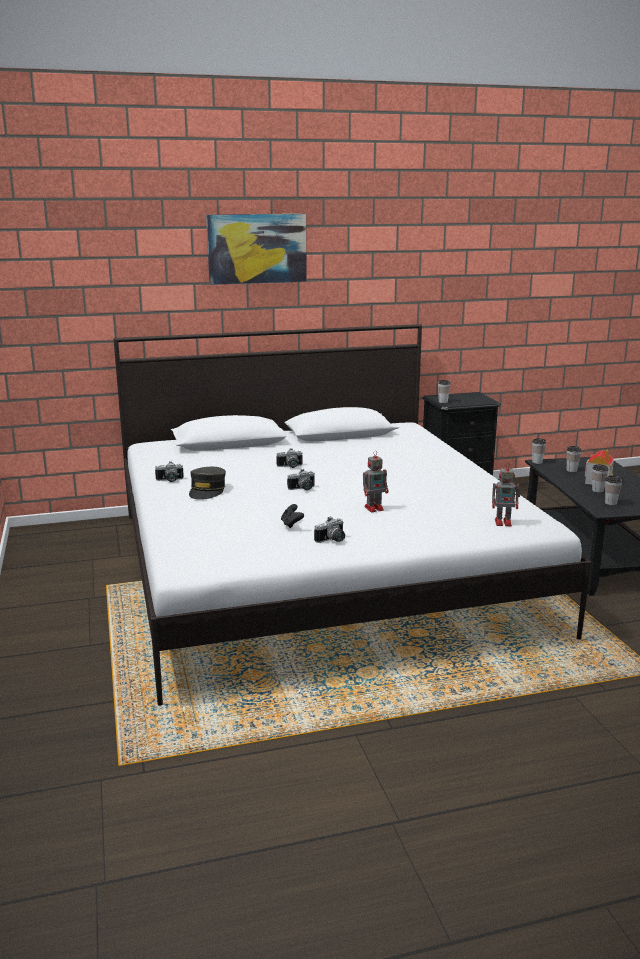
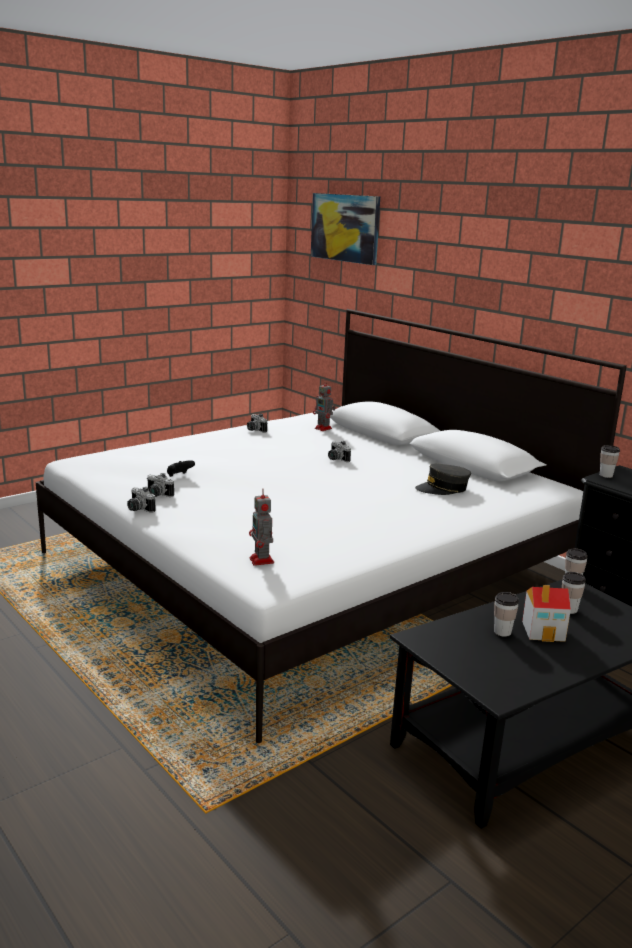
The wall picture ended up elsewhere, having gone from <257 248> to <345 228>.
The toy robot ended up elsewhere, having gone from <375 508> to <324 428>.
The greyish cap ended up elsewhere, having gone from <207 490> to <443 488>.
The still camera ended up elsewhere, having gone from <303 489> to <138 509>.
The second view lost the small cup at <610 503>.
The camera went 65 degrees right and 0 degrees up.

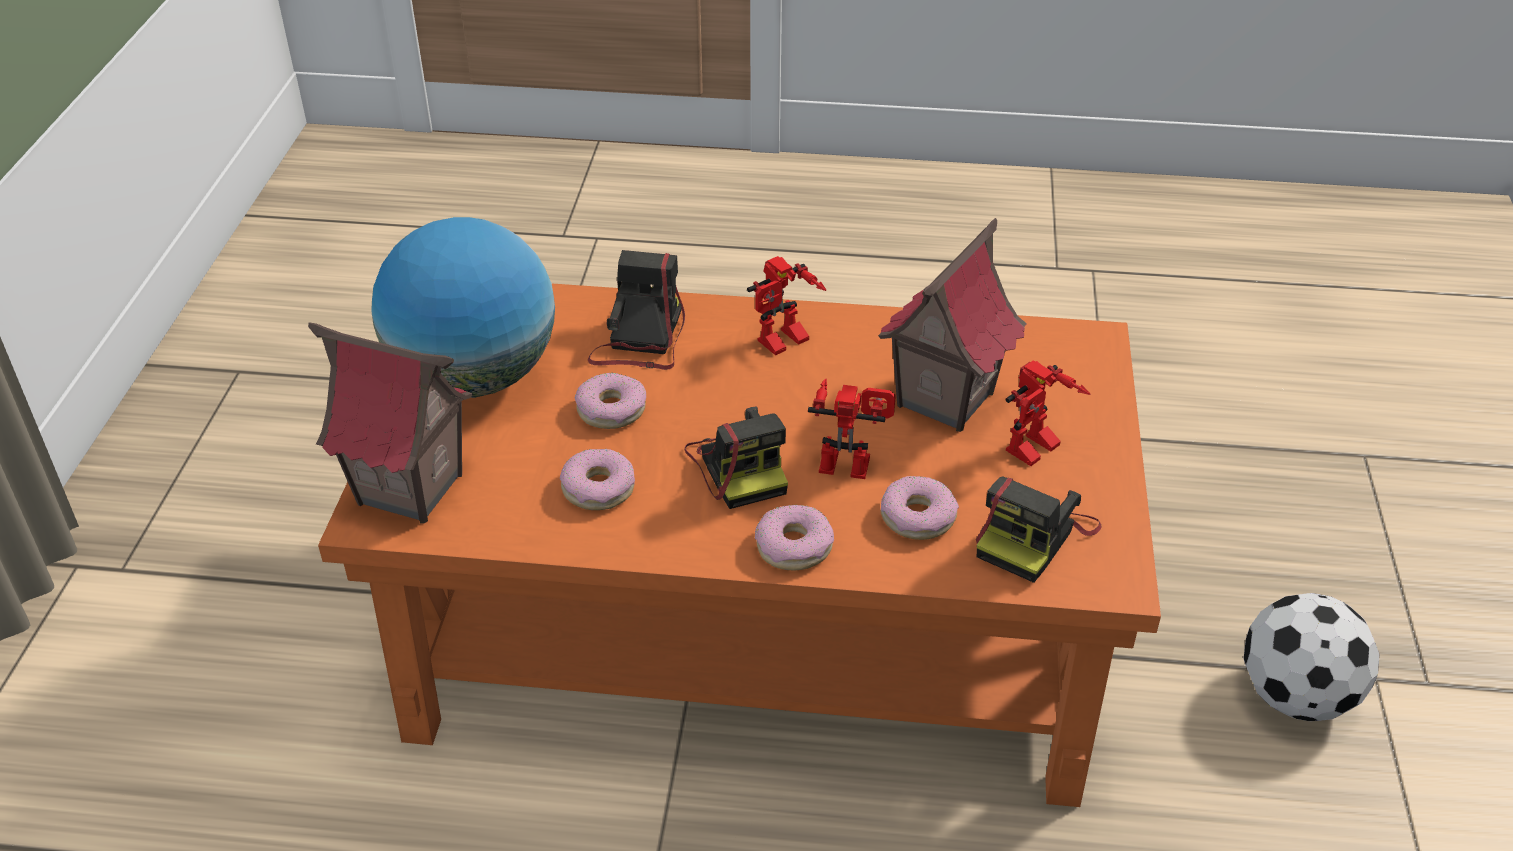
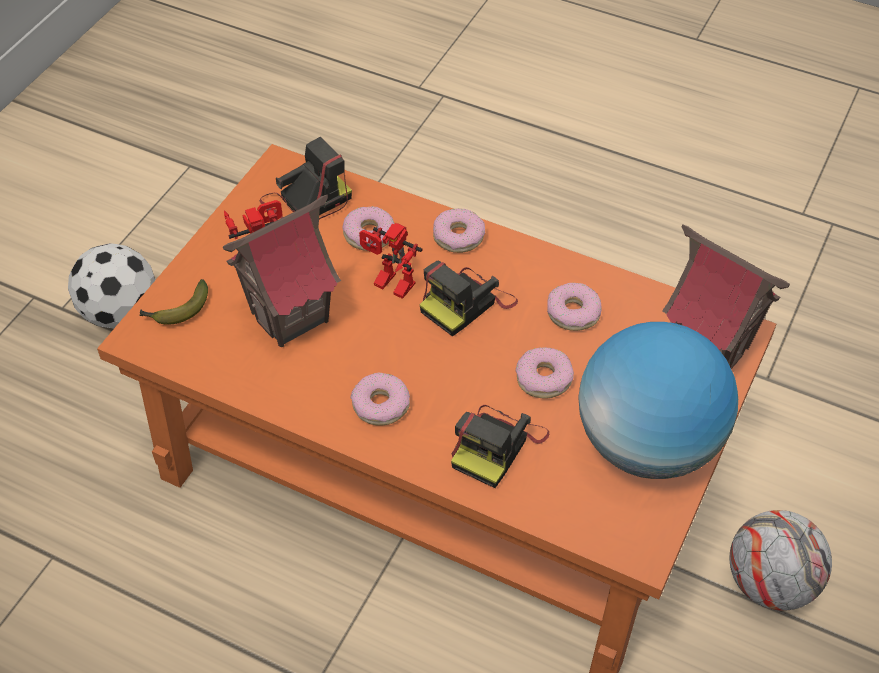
Where the toy robot stood at <784 344>, the doughnut came to stand at <381 405>.
The still camera at <740 466> ended up facing another way, 135 degrees counterclockwise from before.
The second view gained the banana at <177 311>.
The second view gained the football ball at <770 583>.
The camera went 160 degrees left and 10 degrees up.

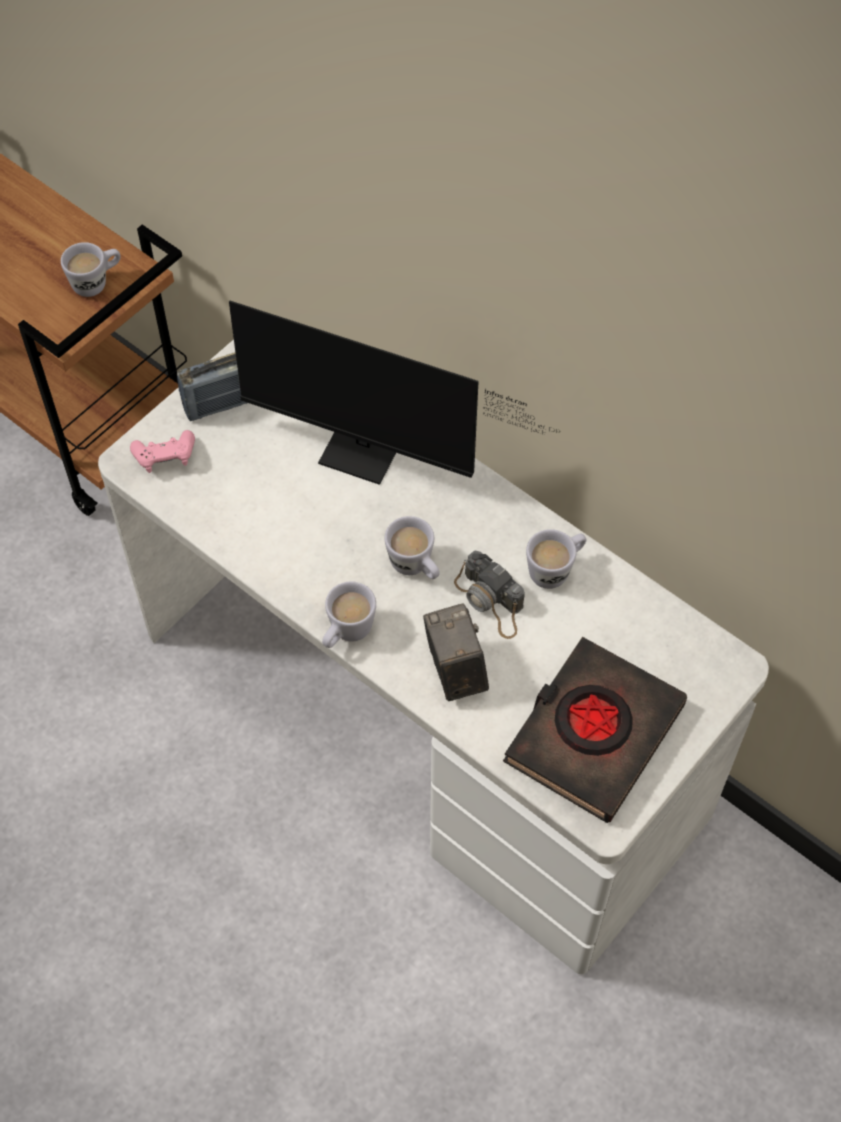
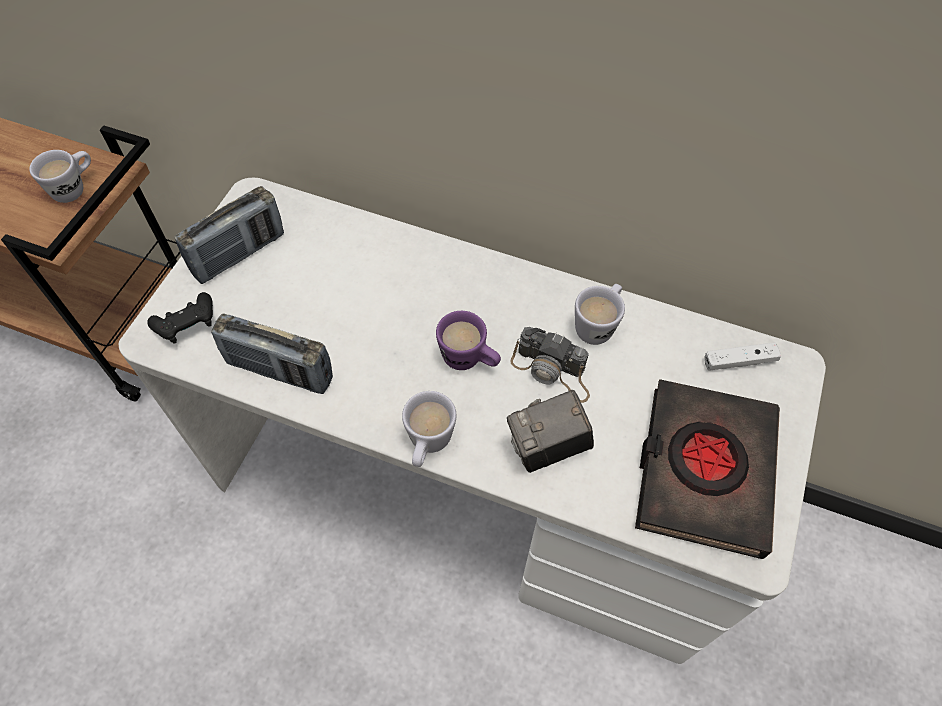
The second view lost the computer display at <372 455>.
What was the pink-coloured game controller at <165 458> turned into the black game controller at <188 326>.
What was the whitish coffee mug at <415 567> turned into the purple-coloured coffee mug at <469 360>.
The still camera at <455 669> ended up facing another way, 75 degrees counterclockwise from before.
The second view gained the radio receiver at <280 371>.
The second view gained the whitish game controller at <739 361>.
The camera went 20 degrees left and 0 degrees up.

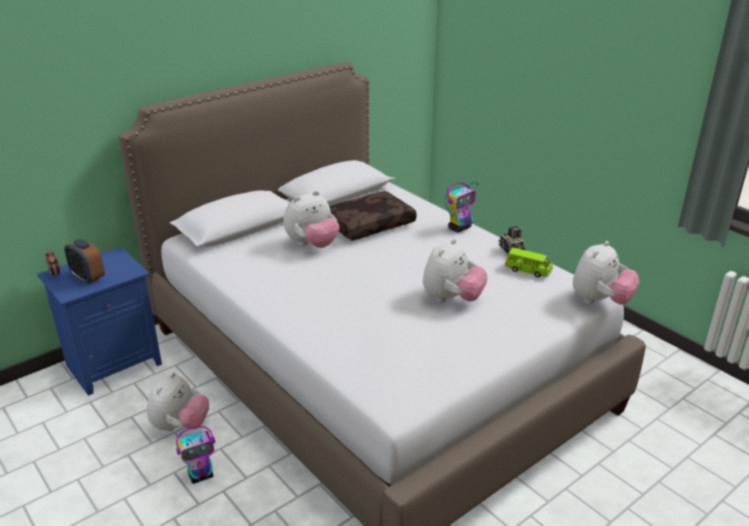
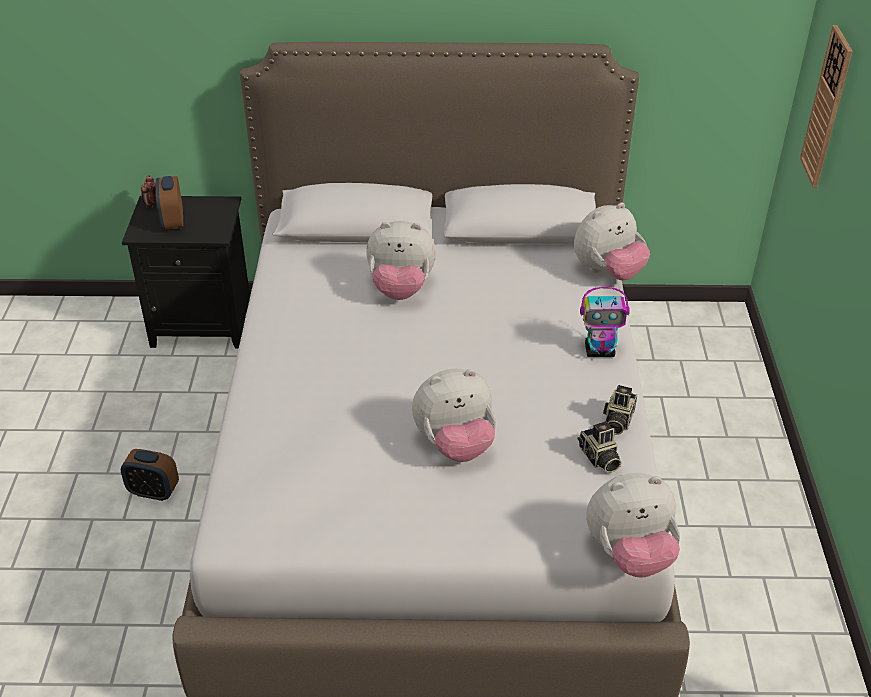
The second view lost the brownish cushion at <369 224>.
What was the bluish bedside table at <114 363> turned into the black bedside table at <203 324>.
Where the green model car stood at <528 270>, the still camera came to stand at <598 458>.
The soft toy ended up elsewhere, having gone from <180 426> to <608 272>.
Where the toy robot stood at <201 475>, the bedside clock came to stand at <153 492>.
The second view gained the clock on the wall at <827 108>.
The camera went 40 degrees right and 10 degrees up.

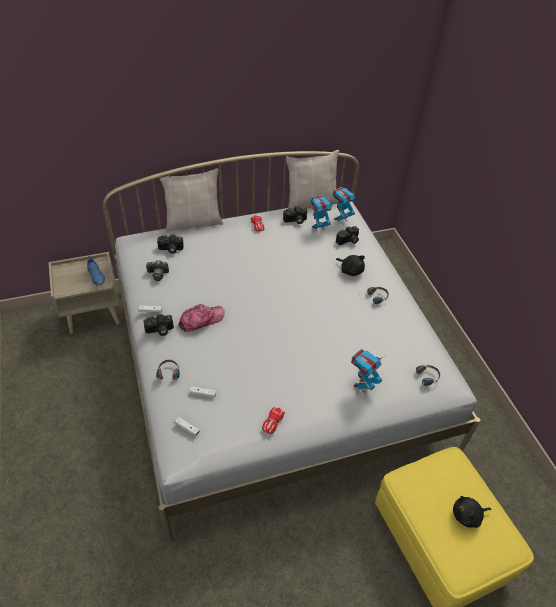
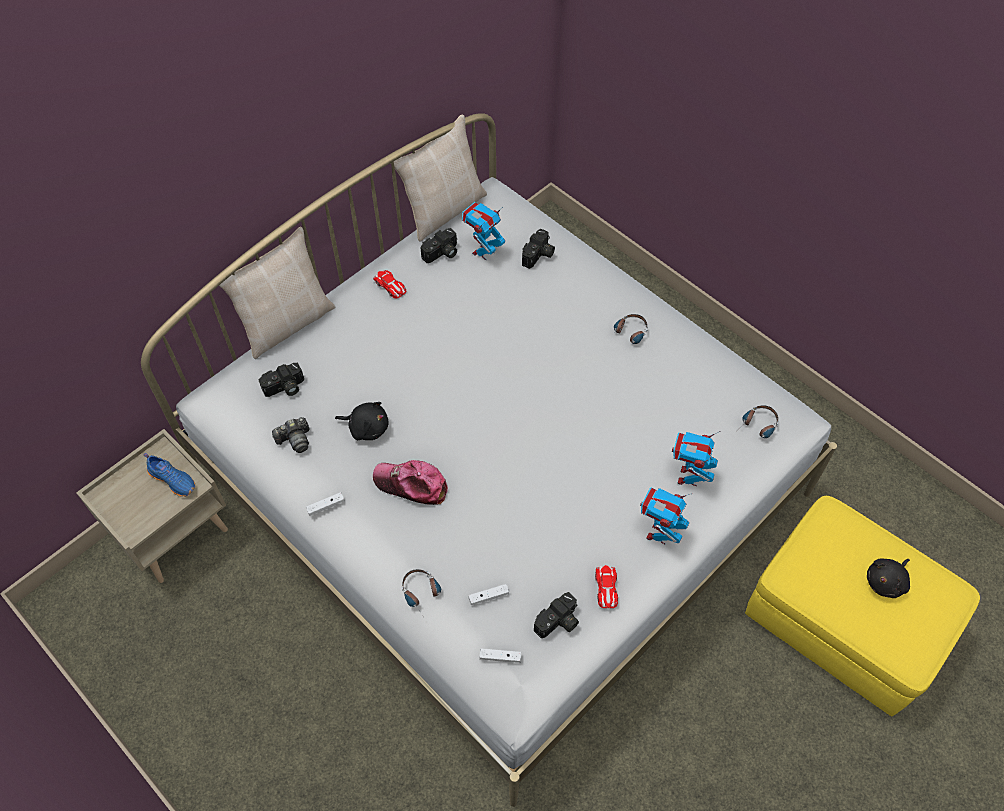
The toy robot ended up elsewhere, having gone from <341 219> to <658 534>.
The black soft toy ended up elsewhere, having gone from <350 270> to <366 427>.
The cap at <201 320> ended up facing another way, 105 degrees counterclockwise from before.
The still camera ended up elsewhere, having gone from <159 330> to <558 623>.
The camera went 25 degrees left and 10 degrees up.

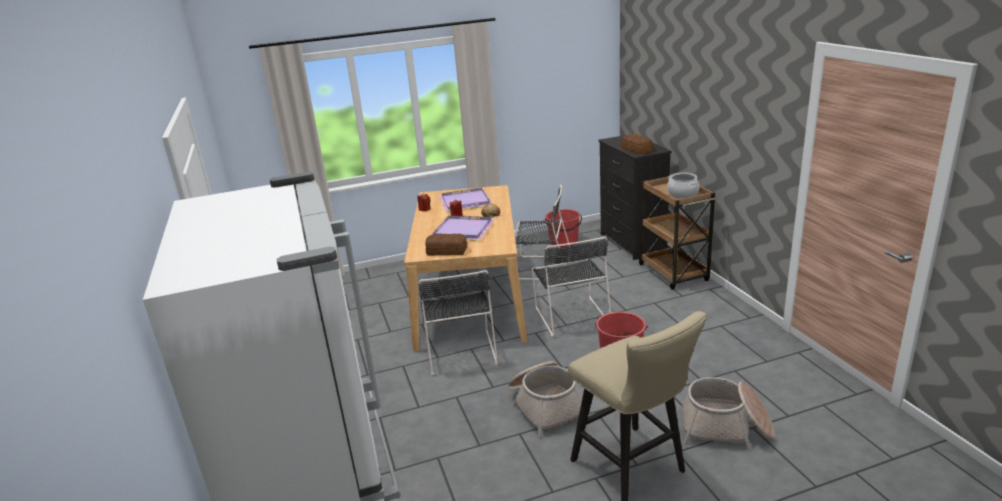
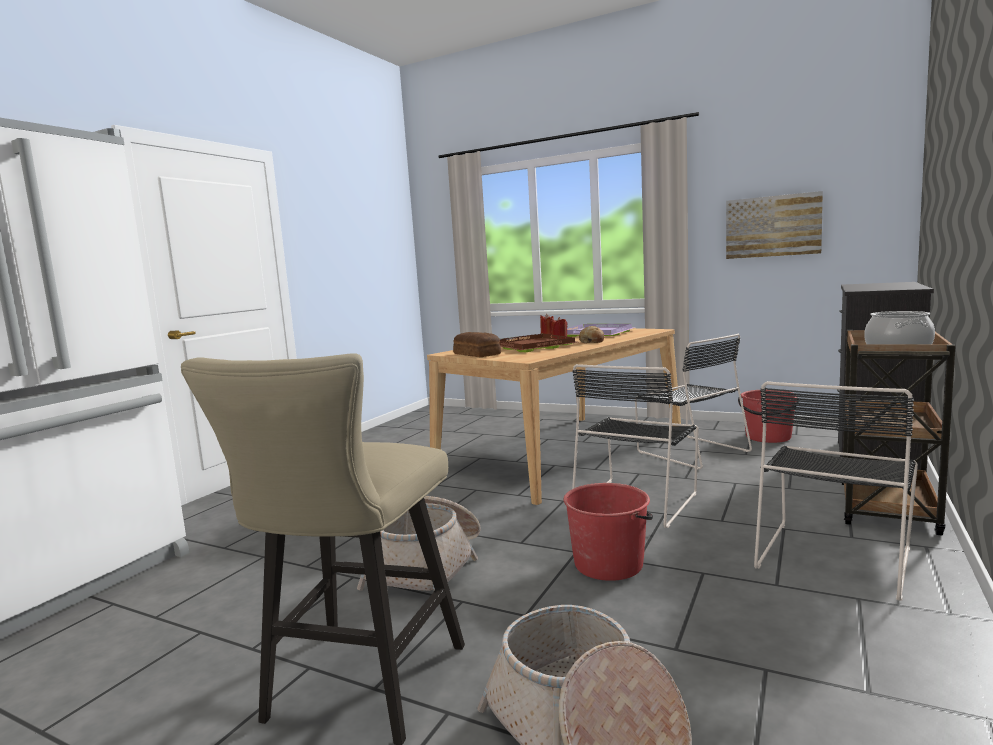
The second view lost the bakery bread at <636 149>.
What was the purple-coloured serving tray at <463 231> turned into the brownish serving tray at <533 346>.
The black chair ended up elsewhere, having gone from <460 350> to <834 555>.
The second view gained the wall picture at <772 226>.
The camera went 45 degrees right and 15 degrees down.

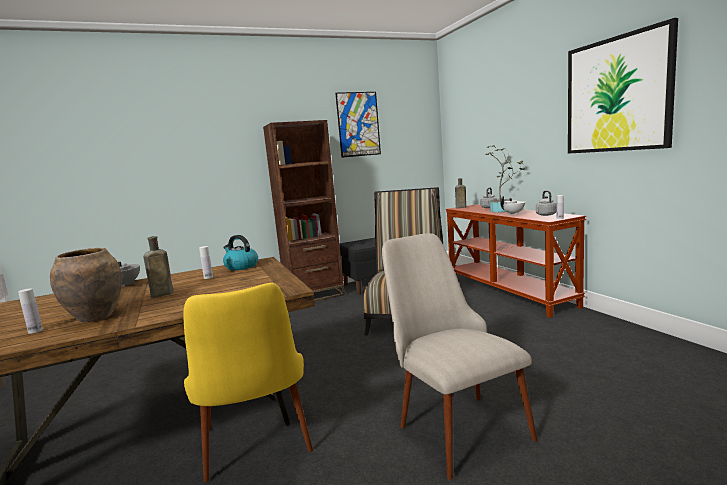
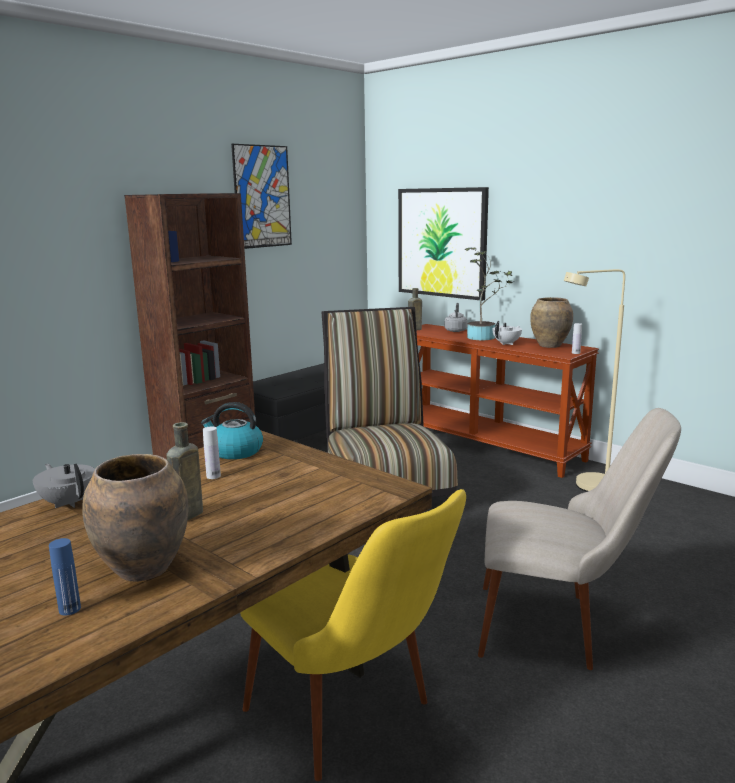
The wall picture ended up elsewhere, having gone from <617 95> to <442 242>.
Where the greyish tea kettle stood at <545 214>, the brownish decorative vase came to stand at <549 346>.
The beige-coloured chair at <452 421> ended up facing another way, 150 degrees clockwise from before.
What was the whitish drink bottle at <35 331> turned into the bluish drink bottle at <70 609>.
The second view gained the beige-coloured standing lamp at <587 488>.
The camera went 25 degrees left and 5 degrees up.

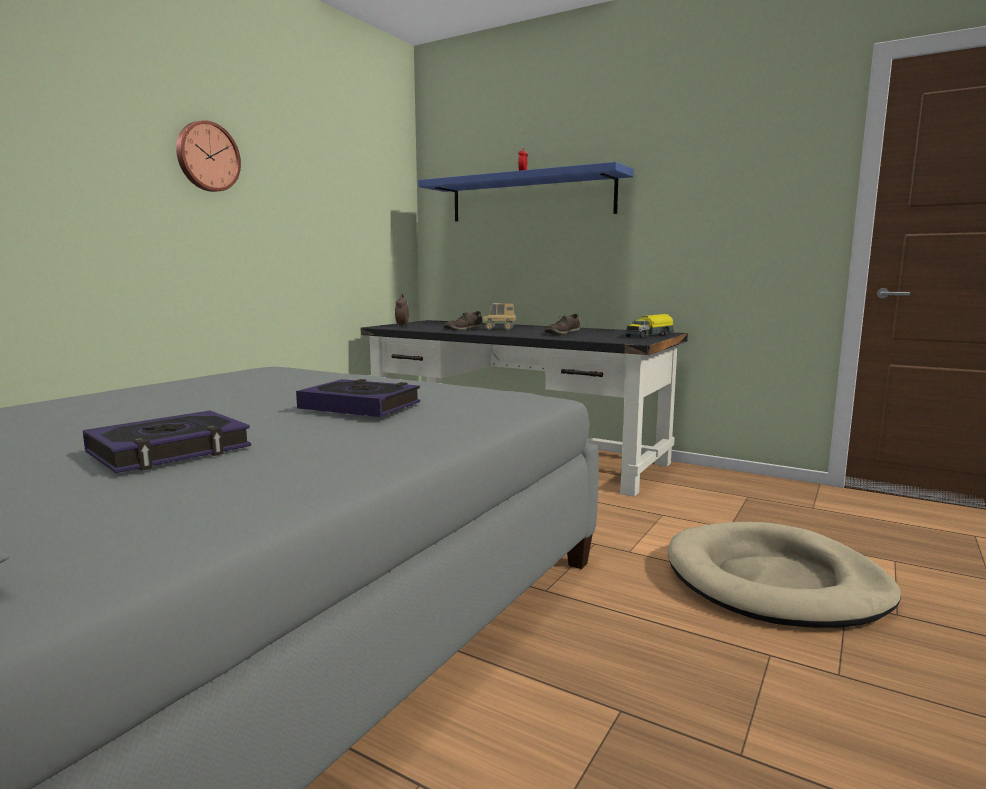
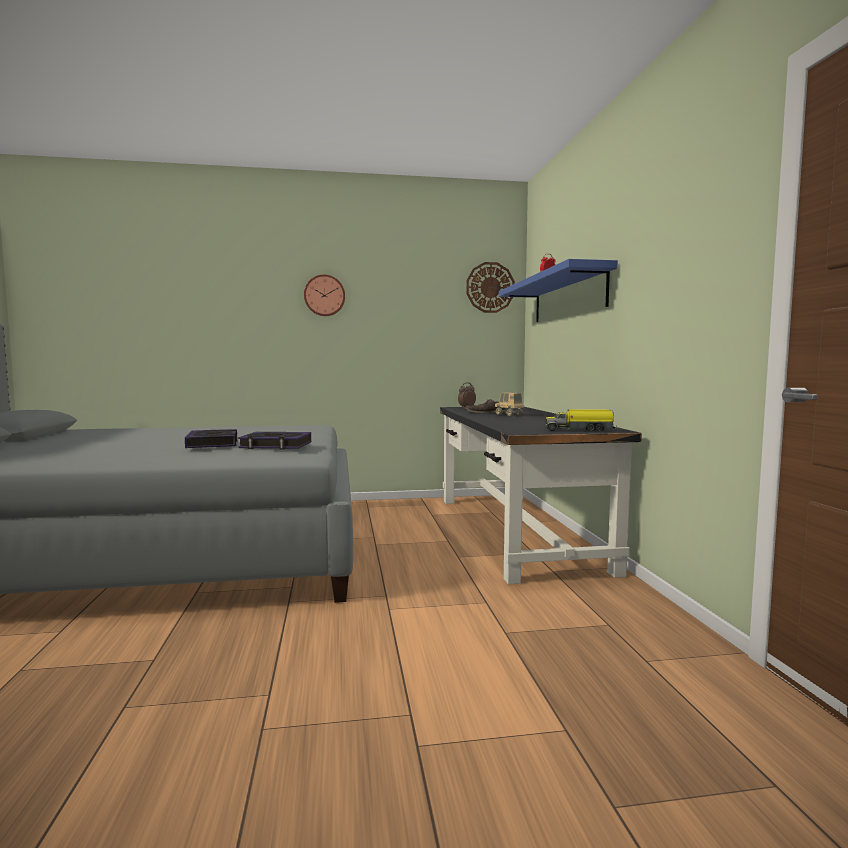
The second view lost the brownish item of footwear at <562 333>.
The volume ended up elsewhere, having gone from <170 450> to <276 446>.
The second view lost the beige-coloured dog bed at <775 582>.
The second view gained the clock on the wall at <490 287>.
The camera went 50 degrees right and 5 degrees down.

